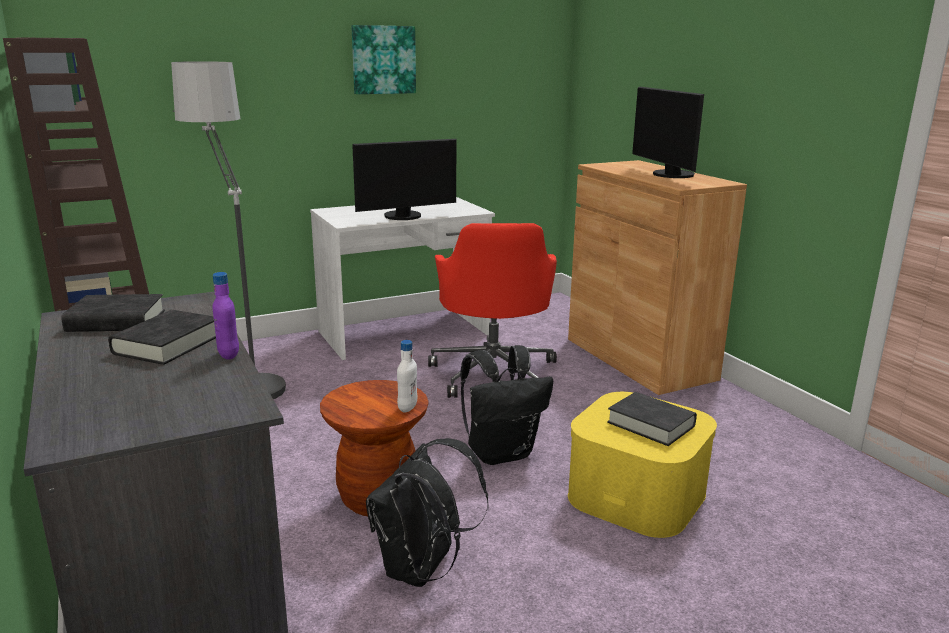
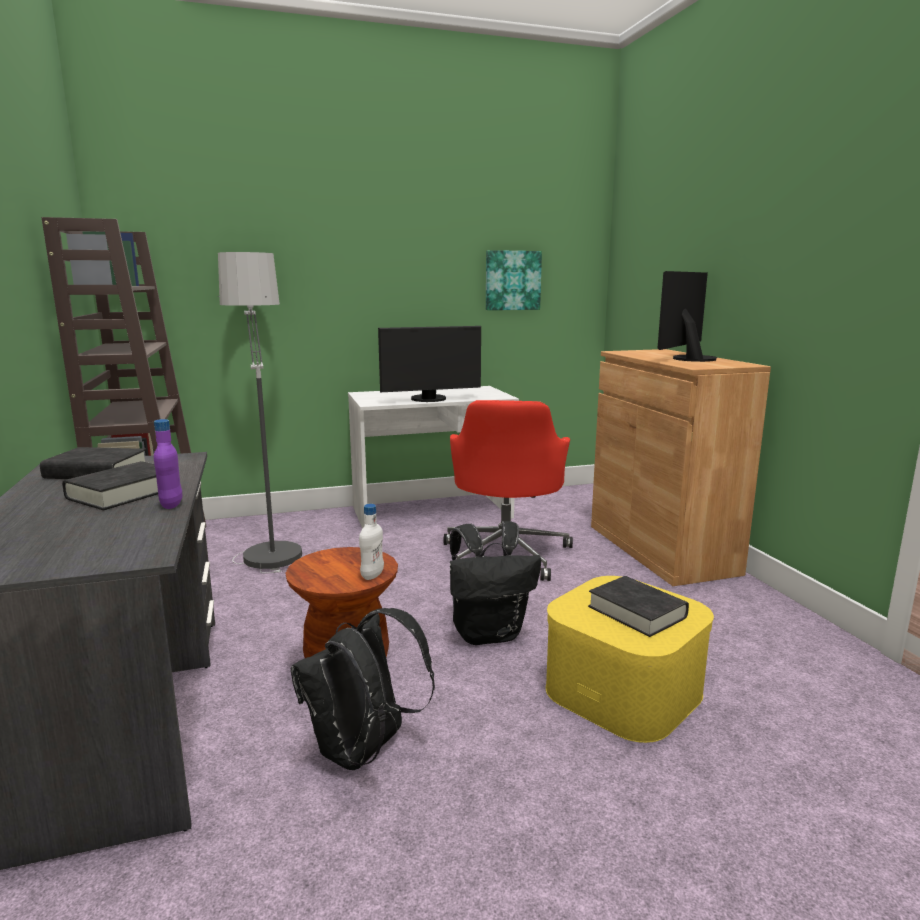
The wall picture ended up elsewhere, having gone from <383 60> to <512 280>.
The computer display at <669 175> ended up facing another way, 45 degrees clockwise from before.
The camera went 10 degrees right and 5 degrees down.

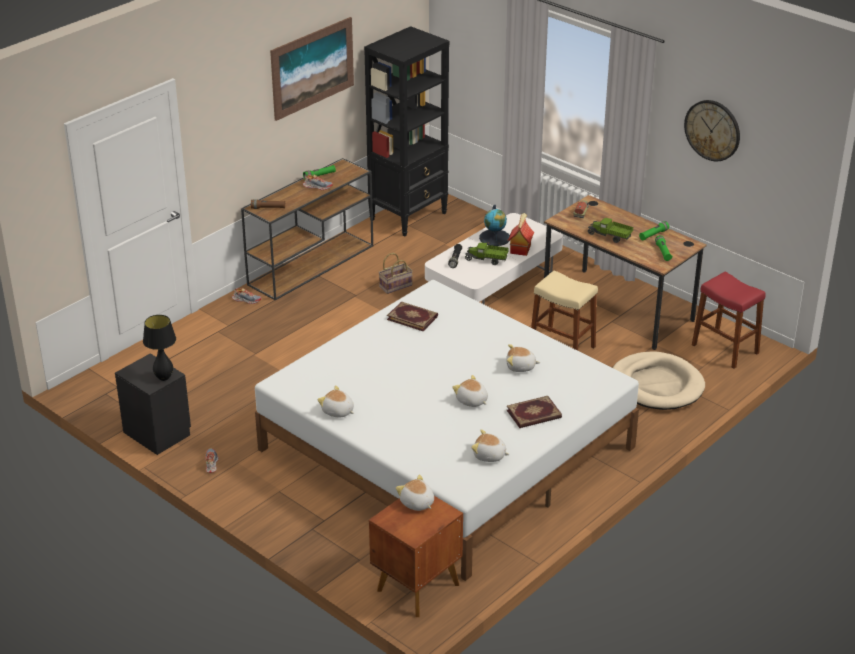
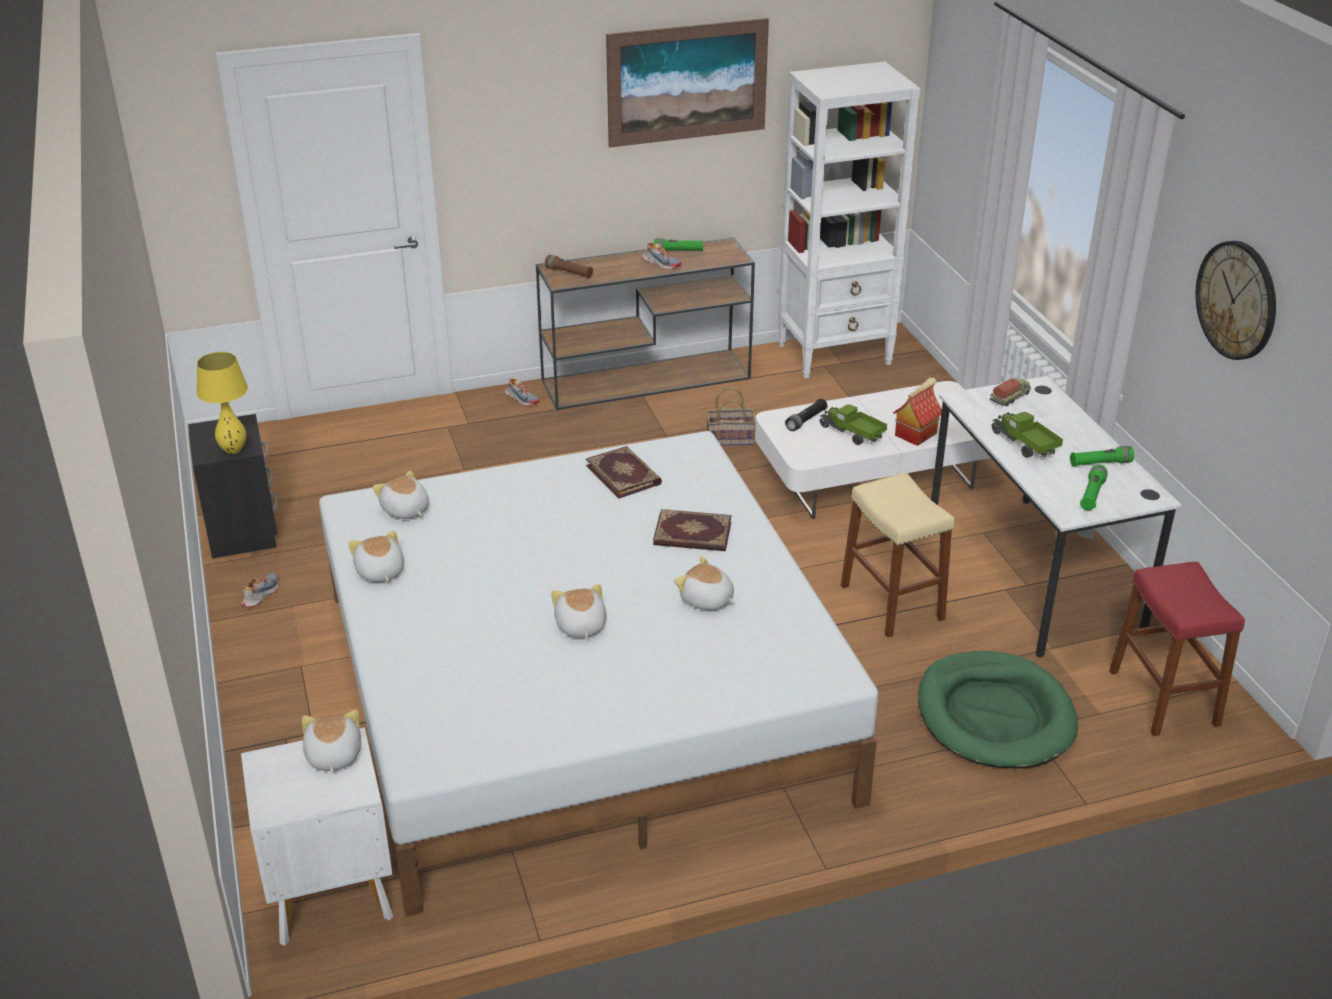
What was the black bookcase at <409 216> turned into the whitish bookcase at <835 354>.
What was the brownish desk table at <618 308> turned into the whitish desk table at <1032 573>.
The second view lost the world globe at <495 238>.
What was the black lamp for a table at <164 378> turned into the yellow lamp for a table at <234 450>.
What was the beige-coloured dog bed at <657 385> turned into the green dog bed at <994 715>.
The volume ended up elsewhere, having gone from <534 414> to <692 535>.
The soft toy ended up elsewhere, having gone from <489 456> to <405 510>.
What was the brownish bedside table at <416 587> turned into the whitish bedside table at <328 893>.
The camera went 30 degrees right and 0 degrees up.

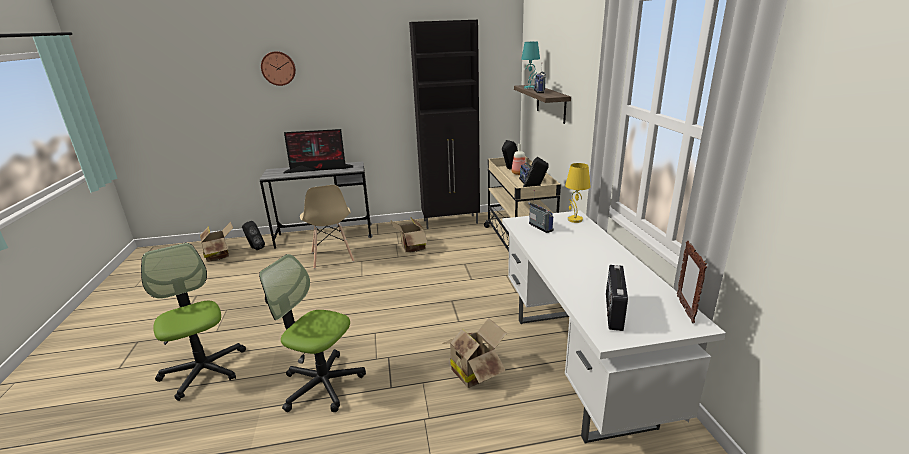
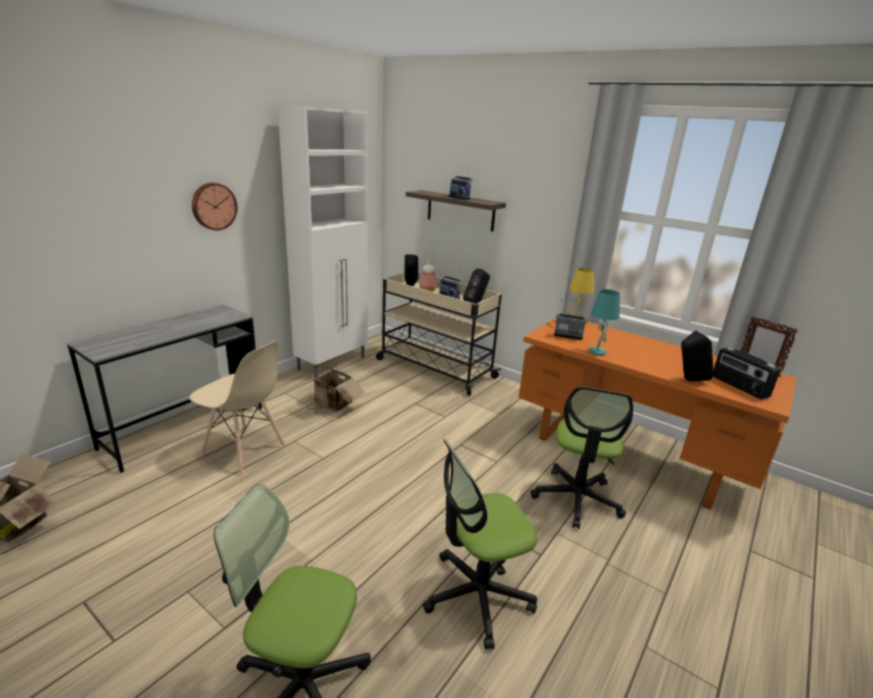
What was the black storage cabinet at <451 222> turned into the whitish storage cabinet at <333 363>.
The blue-green lamp for a table ended up elsewhere, having gone from <530 88> to <597 352>.
The clock on the wall ended up elsewhere, having gone from <278 68> to <213 206>.
The second view lost the computer display at <320 169>.
What was the whitish desk table at <579 366> turned into the orange-coloured desk table at <628 455>.
The black speaker ended up elsewhere, having gone from <255 248> to <688 380>.
Where the cardboard box stood at <475 371>, the desk chair came to stand at <576 499>.
The camera went 45 degrees left and 0 degrees up.

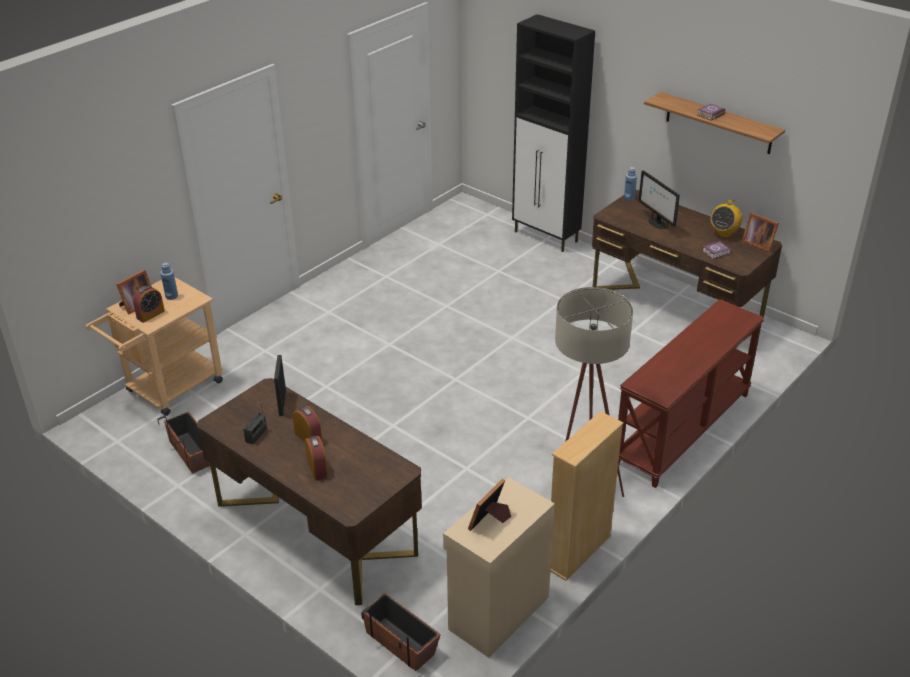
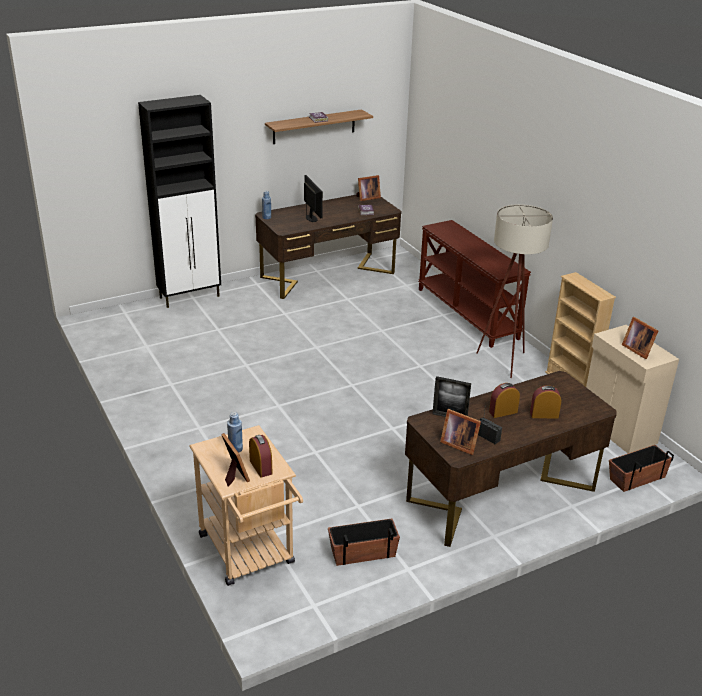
The computer display at <656 223> ended up facing another way, 105 degrees counterclockwise from before.
The second view lost the radio receiver at <723 233>.
The second view gained the picture frame at <458 444>.
The camera went 70 degrees left and 5 degrees down.

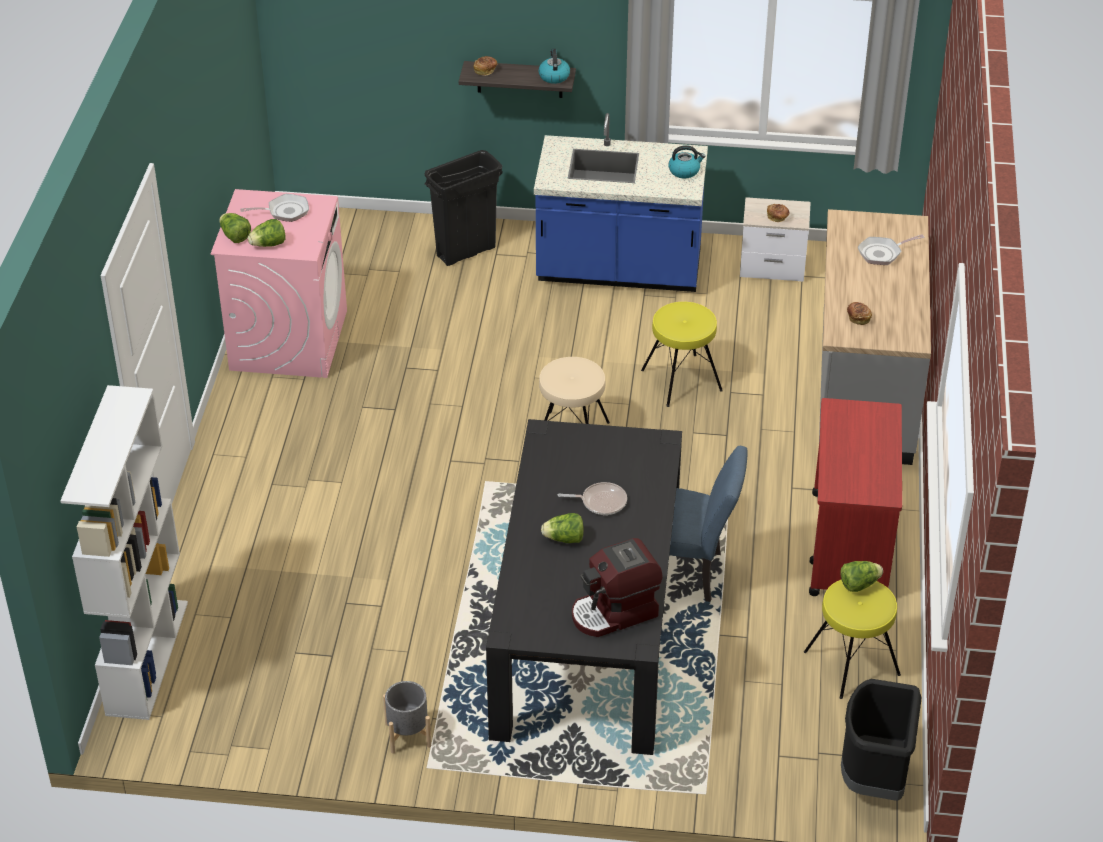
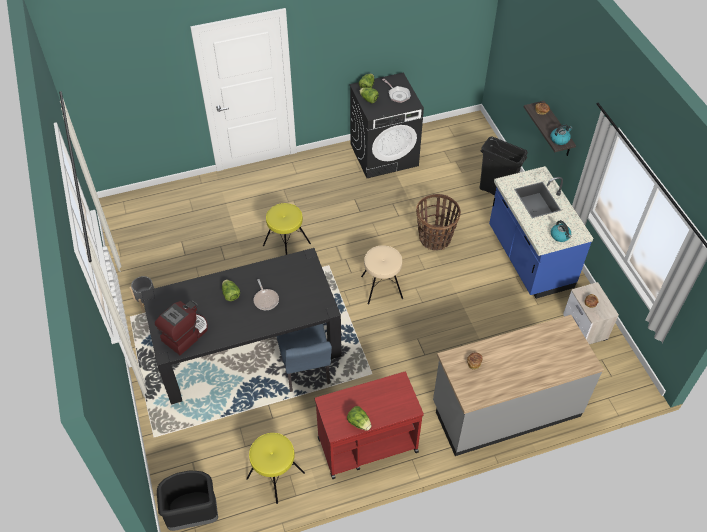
What was the pink-coloured laundry appliance at <288 340> turned into the black laundry appliance at <384 154>.
The second view lost the skillet at <882 253>.
The yellow stool ended up elsewhere, having gone from <682 380> to <286 245>.
The second view lost the whitish bookcase at <146 657>.
The coffee maker at <614 613> ended up facing another way, 90 degrees clockwise from before.
The lettuce head ended up elsewhere, having gone from <859 584> to <359 423>.
The second view gained the storage basket at <435 238>.
The camera went 65 degrees right and 10 degrees up.

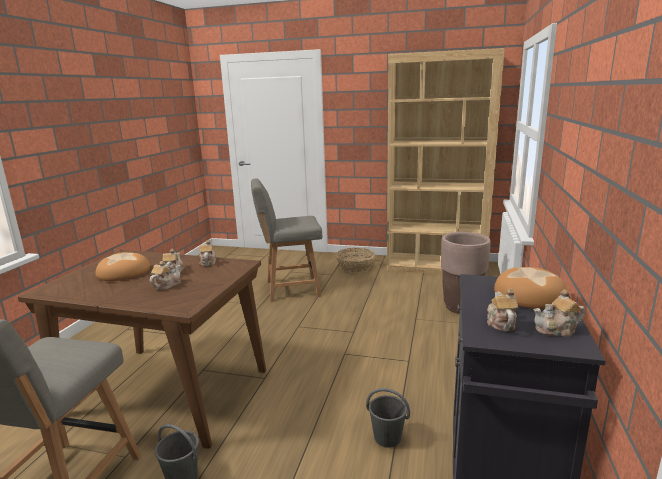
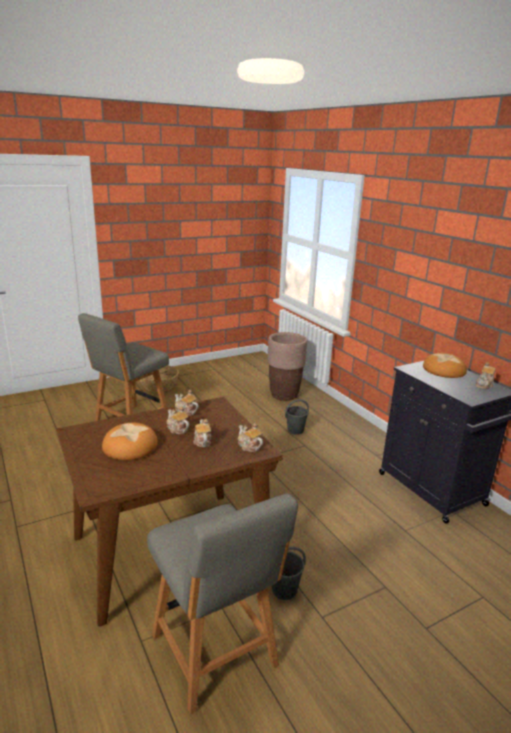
The second view lost the brownish bookcase at <436 266>.
The teapot ended up elsewhere, having gone from <500 323> to <249 446>.
The greyish bucket ended up elsewhere, having gone from <387 437> to <295 430>.
The camera went 45 degrees left and 5 degrees up.

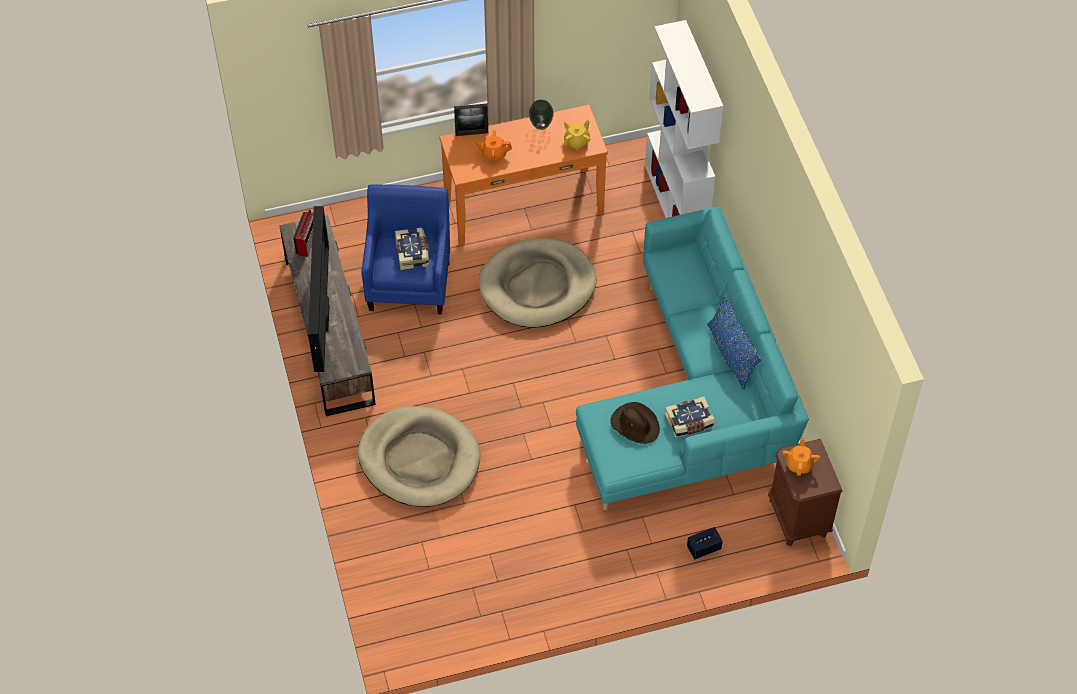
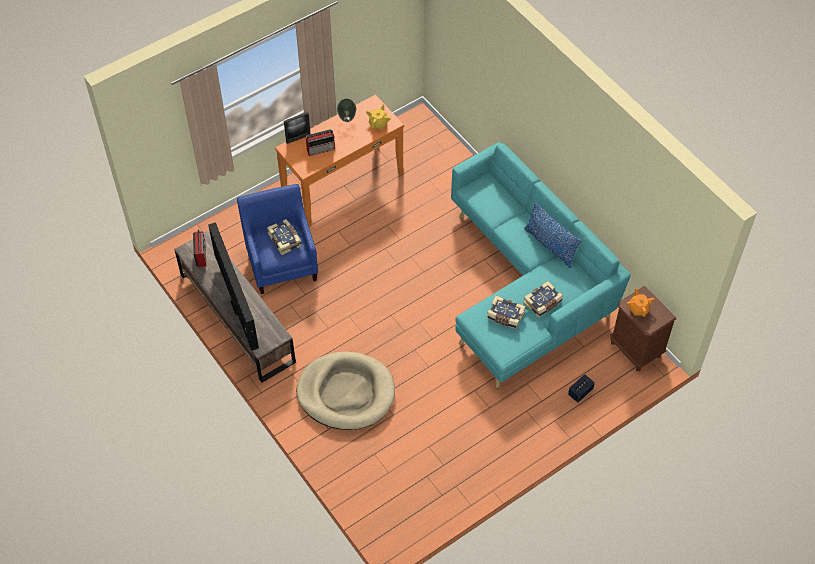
The second view lost the whitish bookcase at <676 204>.
Where the orange-coloured teapot stood at <493 154>, the radio receiver came to stand at <321 149>.
The second view lost the beige-coloured dog bed at <537 286>.
Where the brownish clothing hat stood at <635 424>, the volume came to stand at <505 317>.
The camera went 20 degrees left and 0 degrees up.

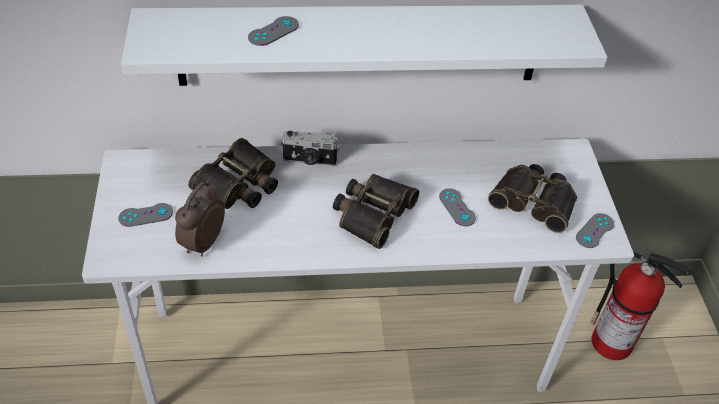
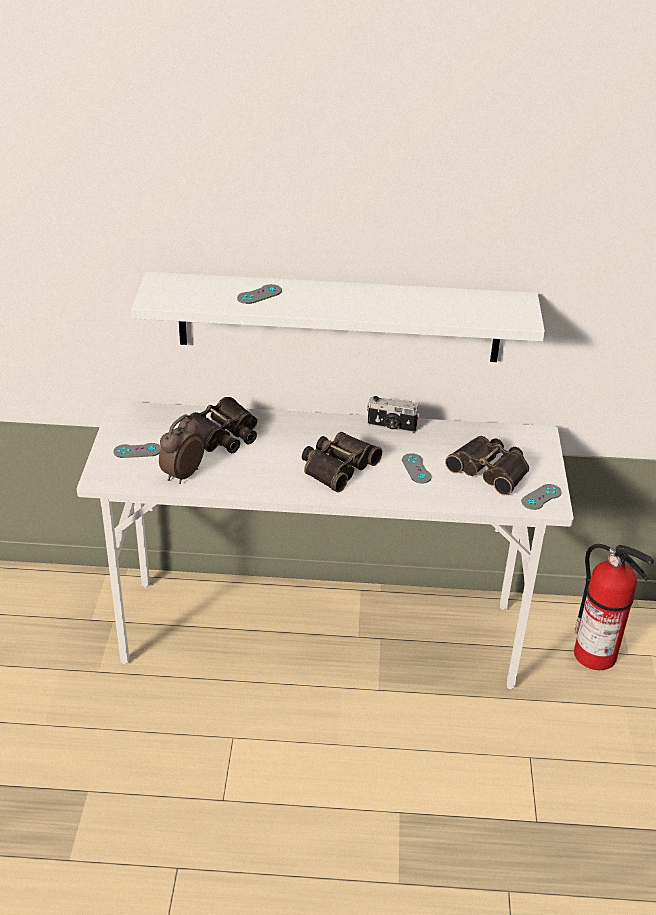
The still camera ended up elsewhere, having gone from <309 161> to <391 427>.
The camera went 10 degrees right and 10 degrees down.

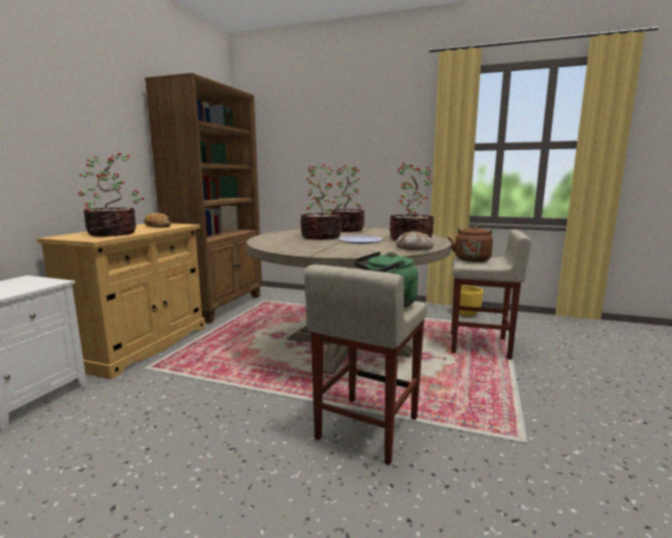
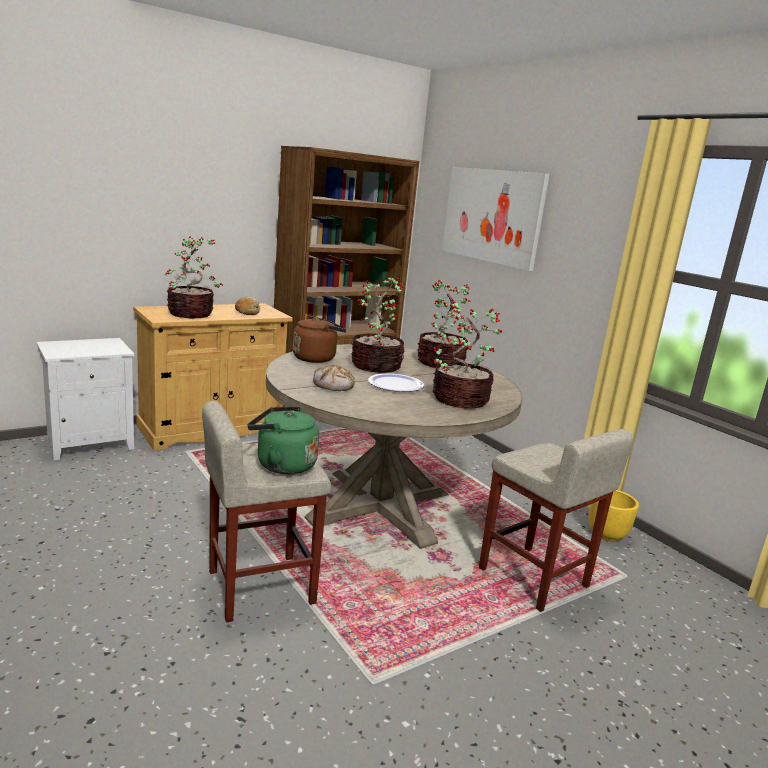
The brownish tea kettle ended up elsewhere, having gone from <471 259> to <316 358>.
The bakery bread ended up elsewhere, having gone from <414 248> to <333 386>.
The second view gained the wall picture at <492 216>.
The camera went 35 degrees right and 5 degrees up.

